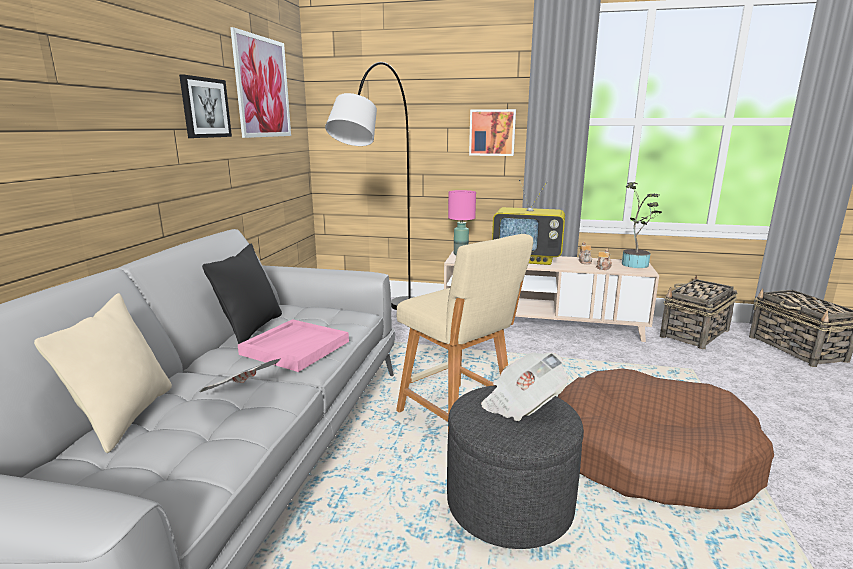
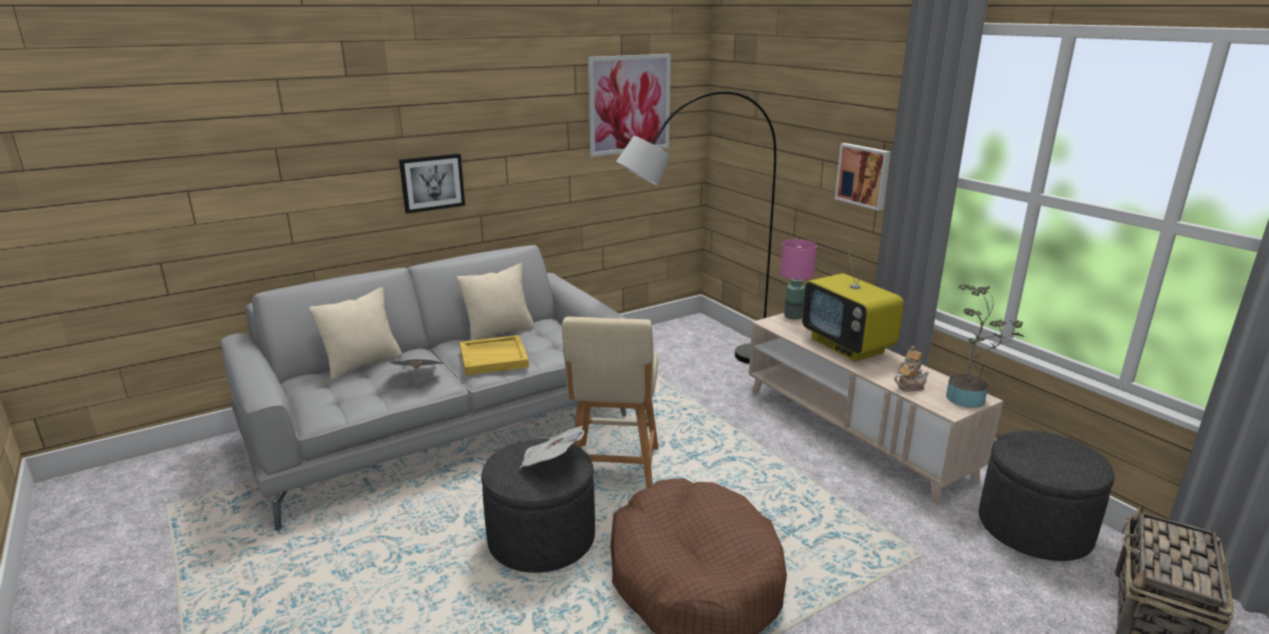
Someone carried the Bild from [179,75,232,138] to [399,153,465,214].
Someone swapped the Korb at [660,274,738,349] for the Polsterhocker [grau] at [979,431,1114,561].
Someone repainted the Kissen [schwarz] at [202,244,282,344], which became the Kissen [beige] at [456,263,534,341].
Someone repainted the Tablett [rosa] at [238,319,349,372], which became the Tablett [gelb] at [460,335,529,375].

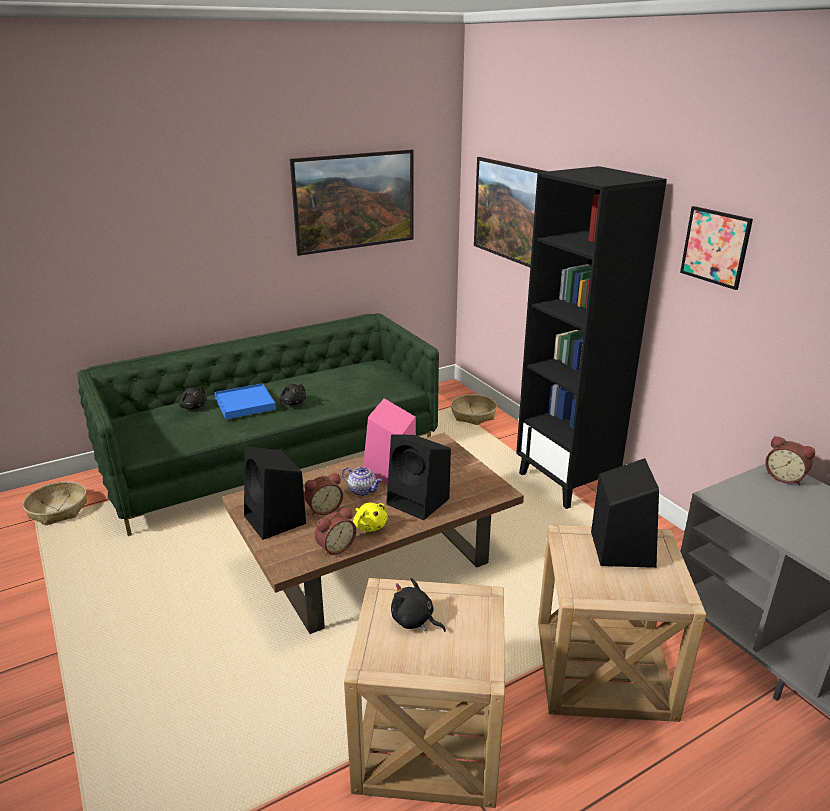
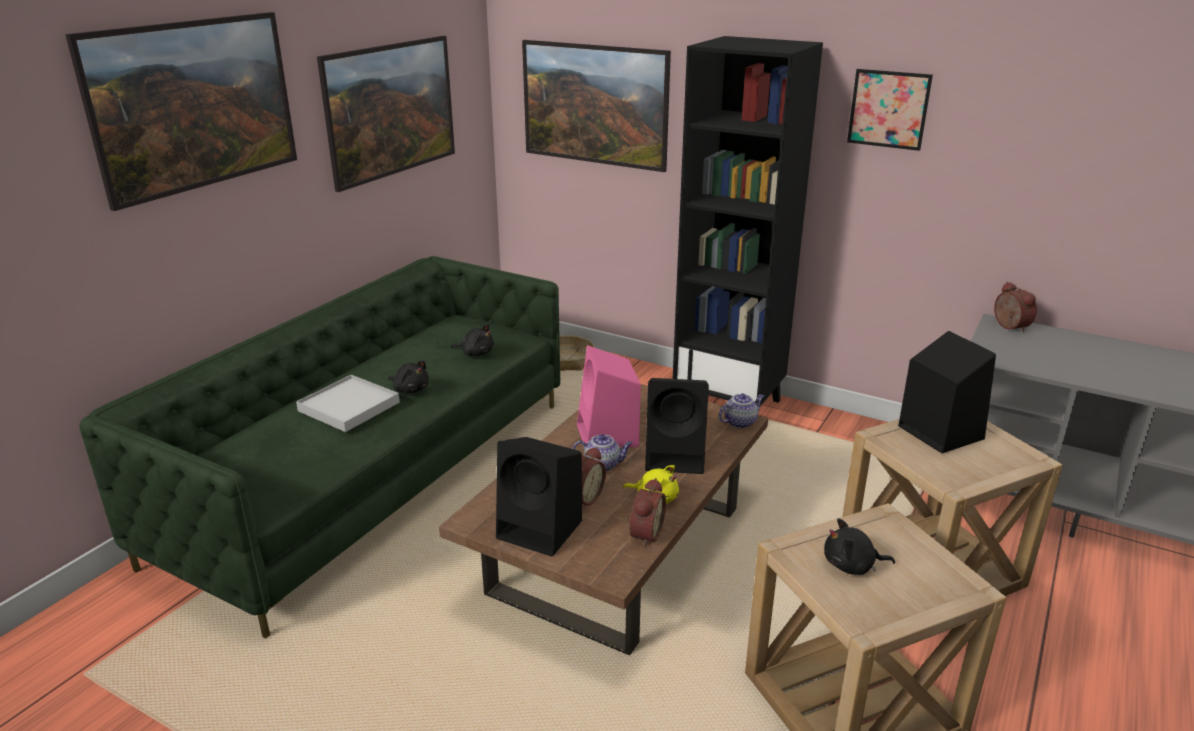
Someone took away the Korb at [23,481,87,525].
Someone put up the Bild at [65,12,297,211].
Someone put down the Teekanne at [718,394,764,428].
Someone carried the Plüschtier [schwarz] from [179,387,207,410] to [451,325,494,356].
Someone repainted the Tablett [blau] at [215,383,276,419], which became the Tablett [weiß] at [296,375,400,432].
Someone rotated the Wecker at [765,436,815,486] by 120 degrees counterclockwise.

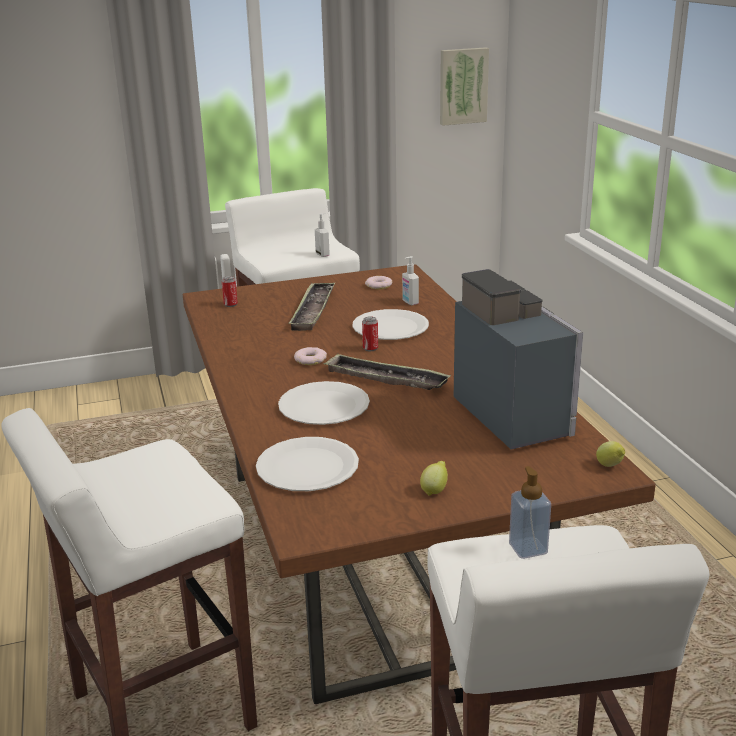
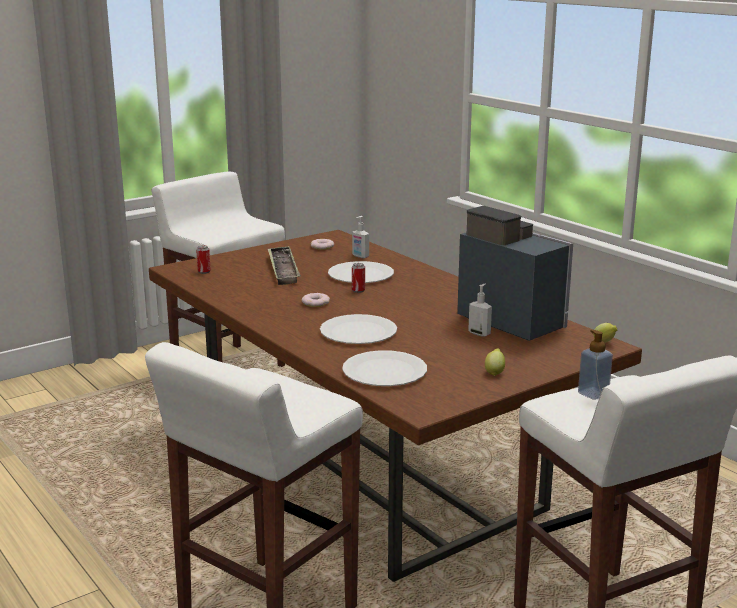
Someone took away the Tablett at [324,354,451,390].
Someone took away the Bild at [440,47,489,126].
Someone carried the Seifenspender from [315,213,330,257] to [468,284,492,337].

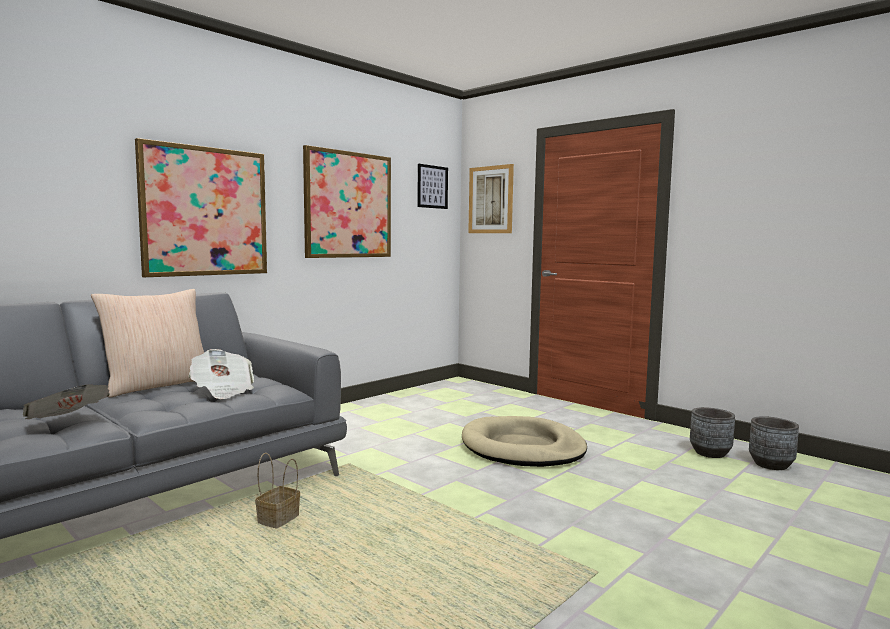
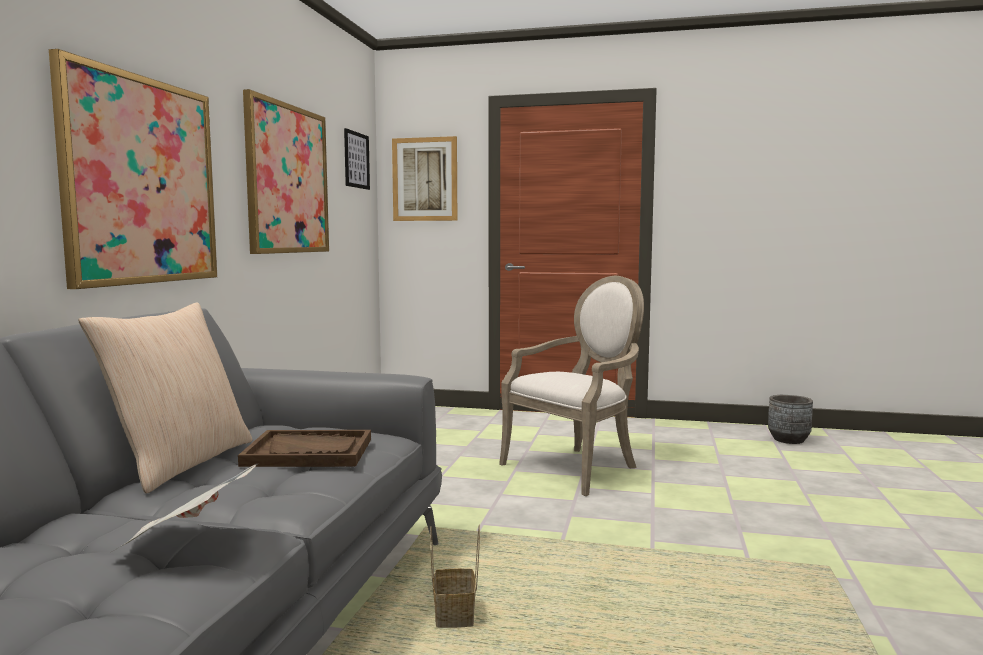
Someone took away the Pflanzkübel [grau] at [690,407,735,458].
Someone swapped the Zeitung at [188,349,254,399] for the Tablett [braun] at [238,430,371,467].
Someone swapped the Hundebett [beige] at [462,416,587,467] for the Sessel at [499,276,644,496].

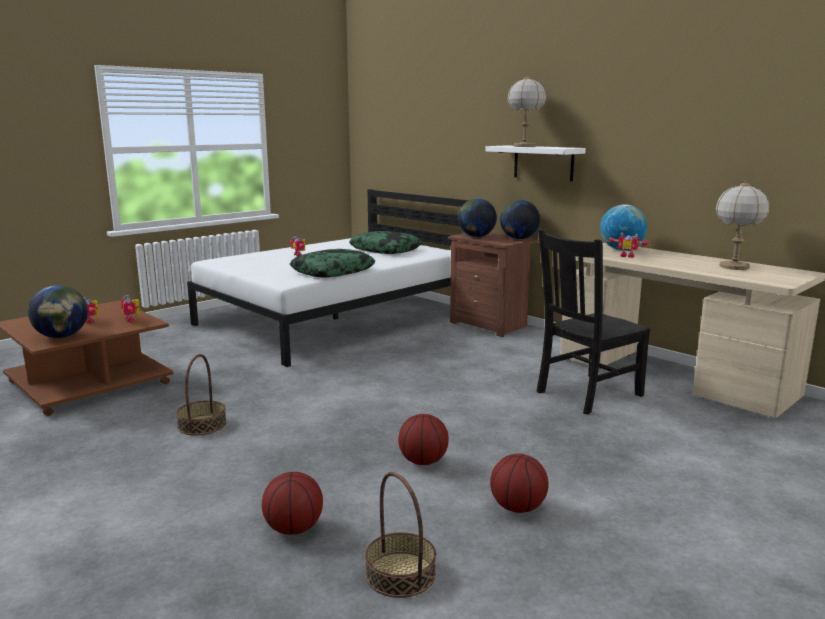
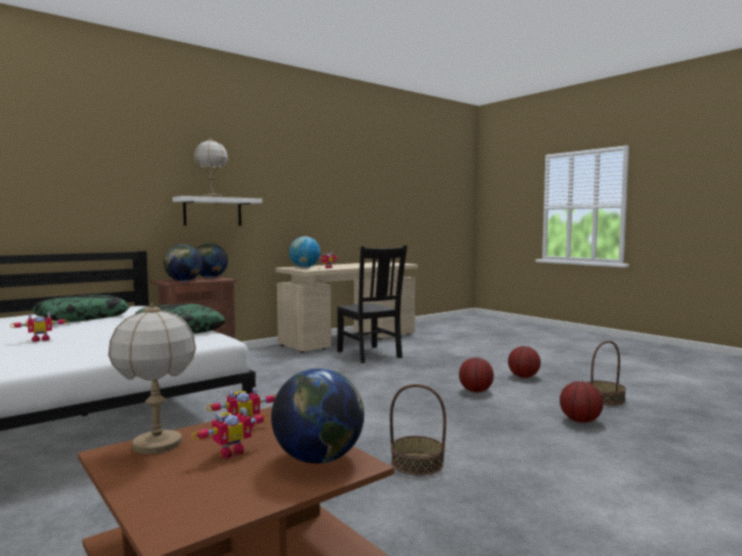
Someone carried the Tischlampe from [716,181,770,270] to [108,303,196,454].

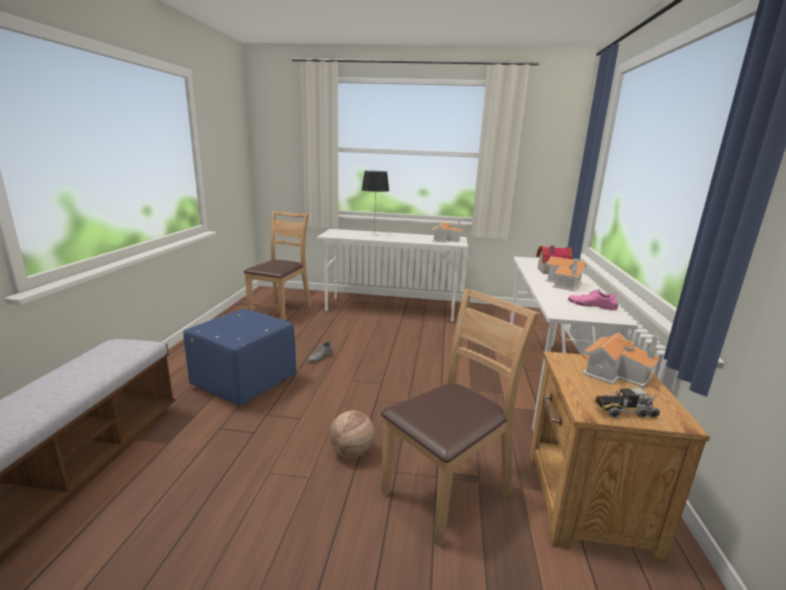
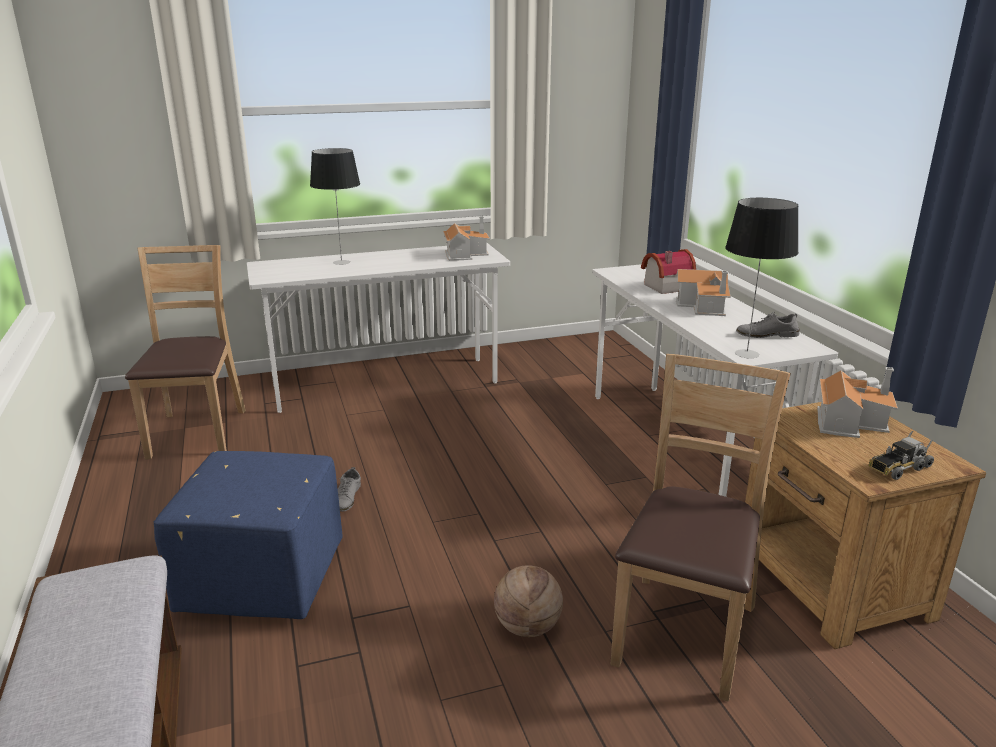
Someone put down the Tischlampe at [725,198,799,359].
Someone repainted the Schuh [rosa] at [568,289,618,310], which became the Schuh [grau] at [736,312,799,338].

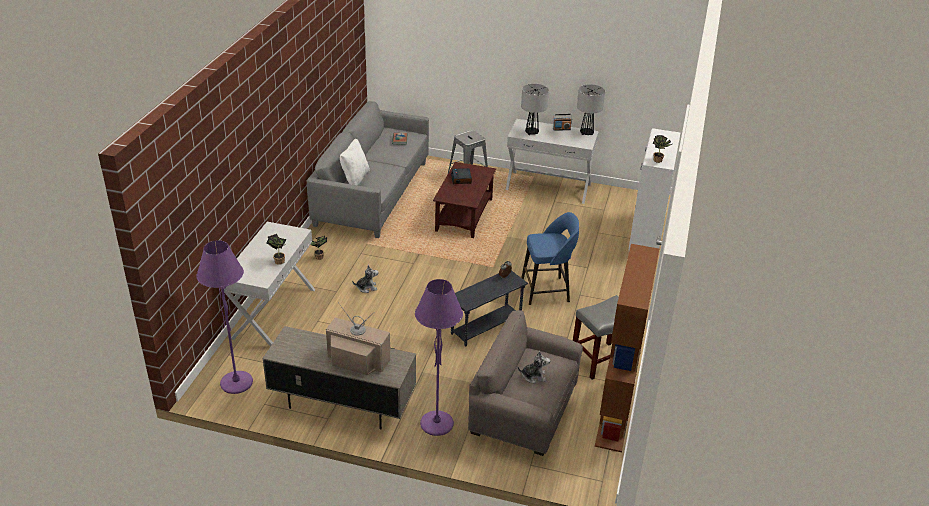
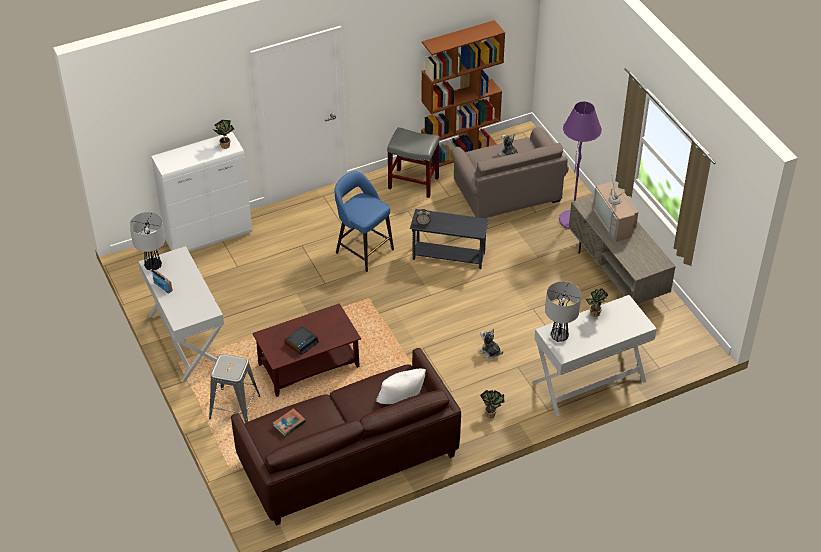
Someone took away the Stehlampe [lila] at [196,240,253,394].
Someone carried the Tischlampe from [521,84,549,135] to [545,281,581,342].
Someone repainted the Sofa [grau] at [306,101,429,238], which became the Sofa [braun] at [231,348,461,526].

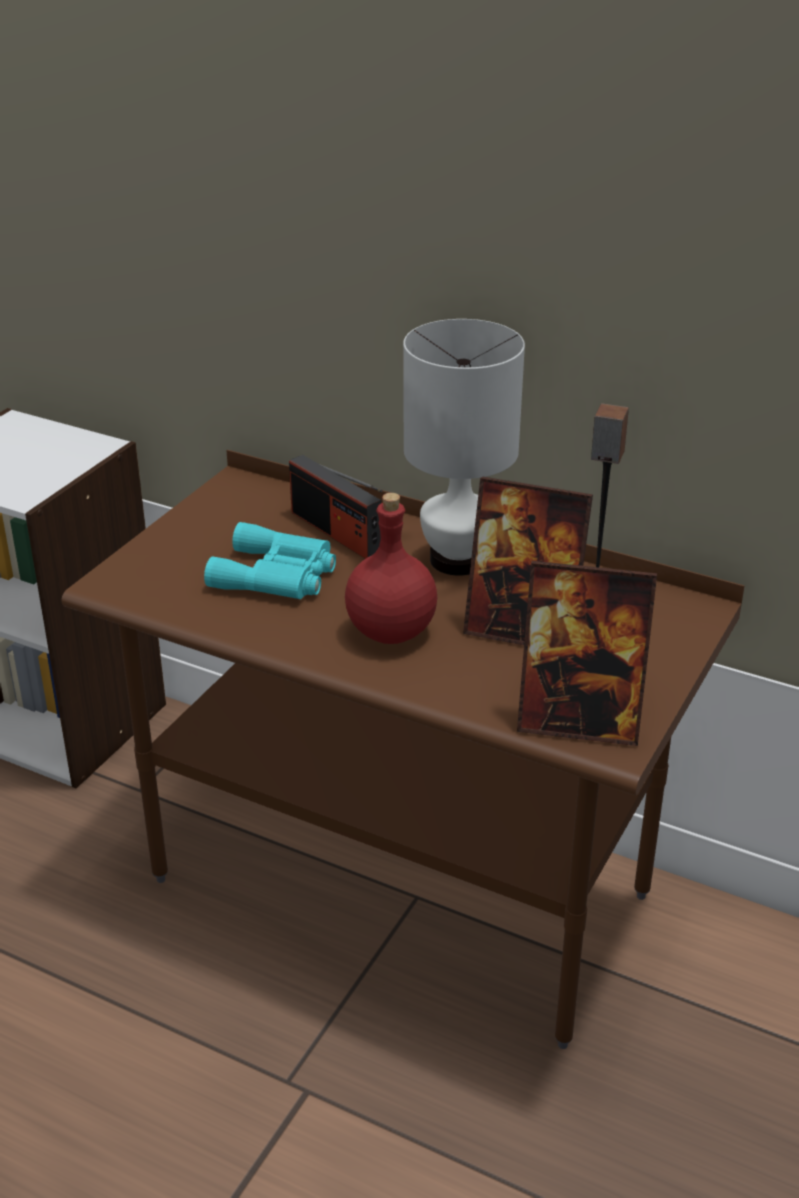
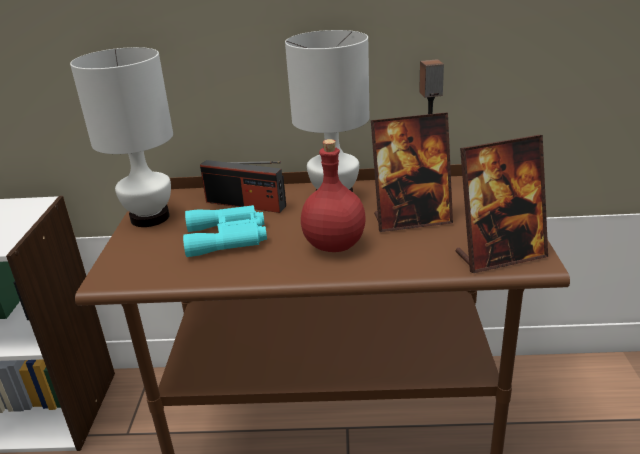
Someone put down the Tischlampe [weiß] at [70,47,173,227].

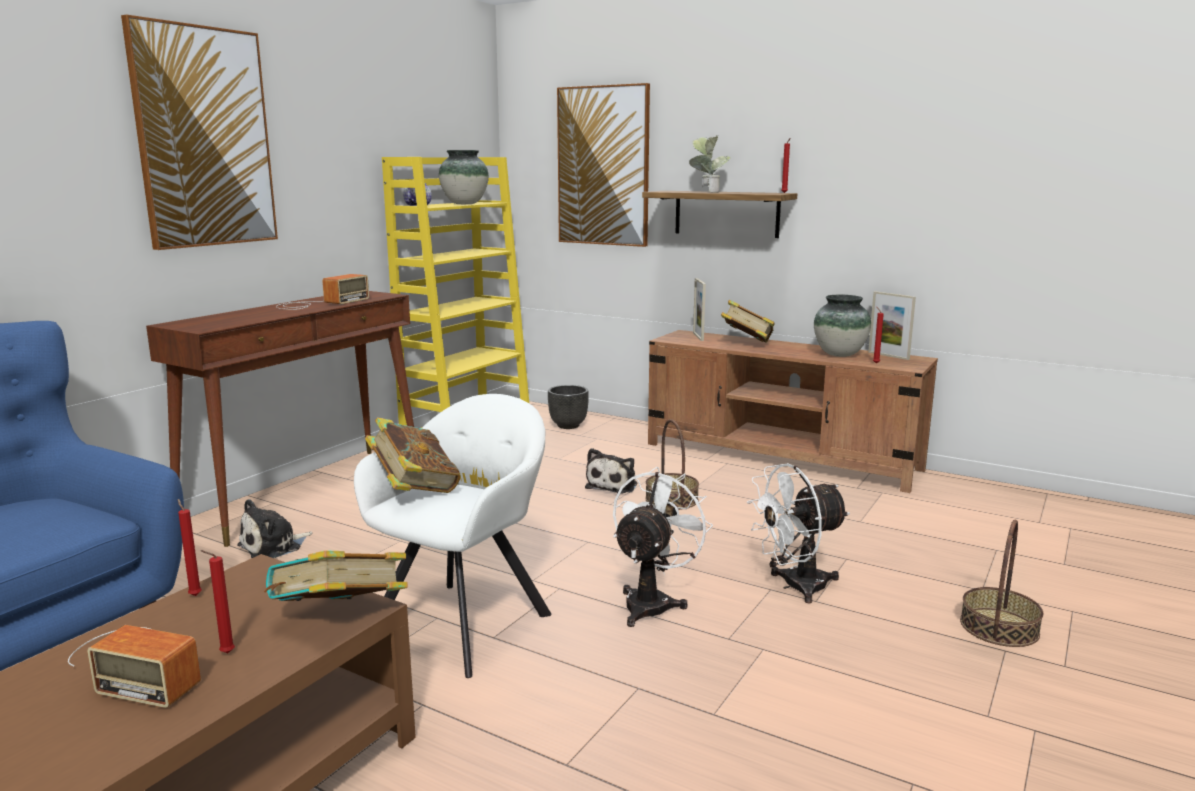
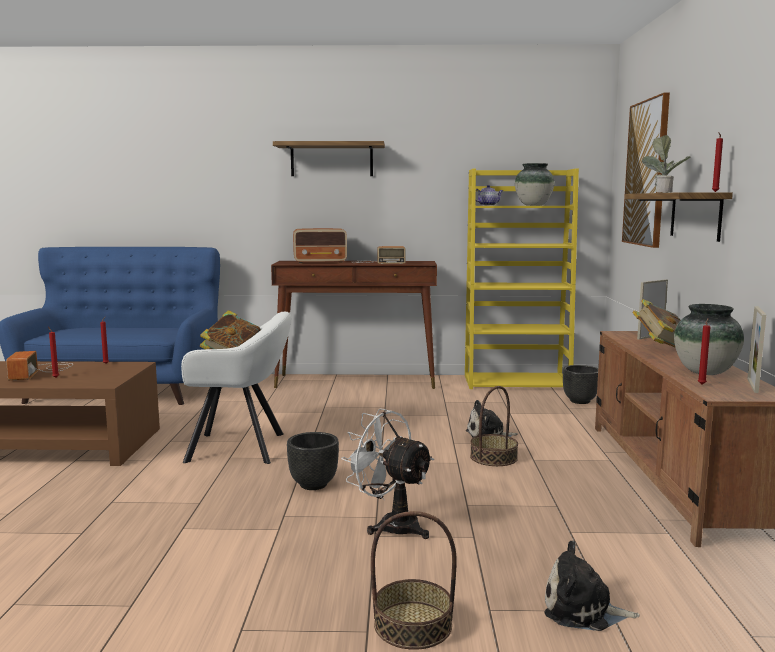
Someone took away the Buch at [264,550,408,601].
Someone put down the Radio at [293,228,347,263].
Someone carried the Plüschtier from [237,499,313,558] to [544,541,640,631].
Someone swapped the Bild at [121,14,278,250] for the Wandregal at [273,141,385,176].
Someone swapped the Ventilator [weiß] at [613,467,713,627] for the Pflanzkübel [schwarz] at [287,432,339,490].

